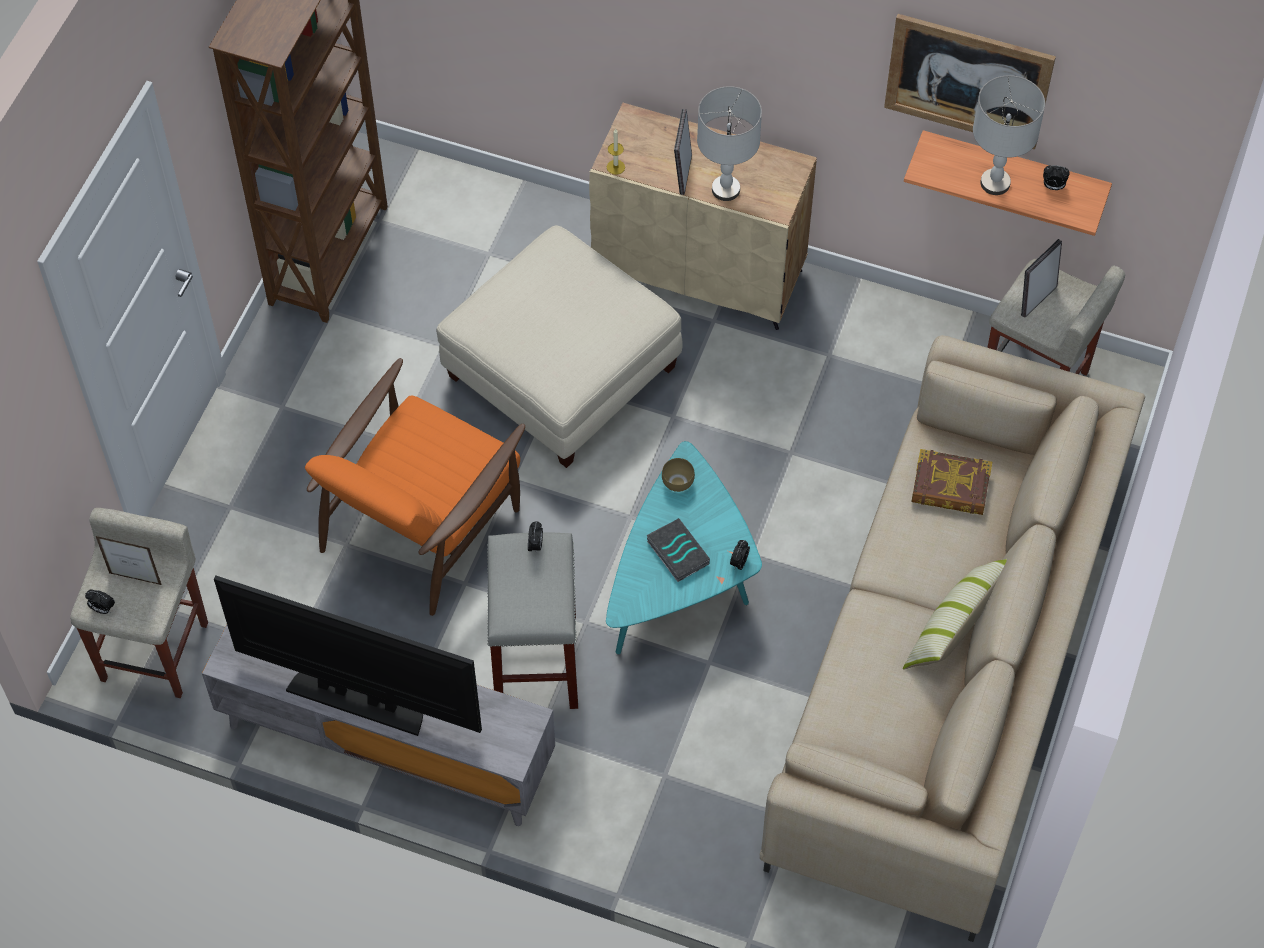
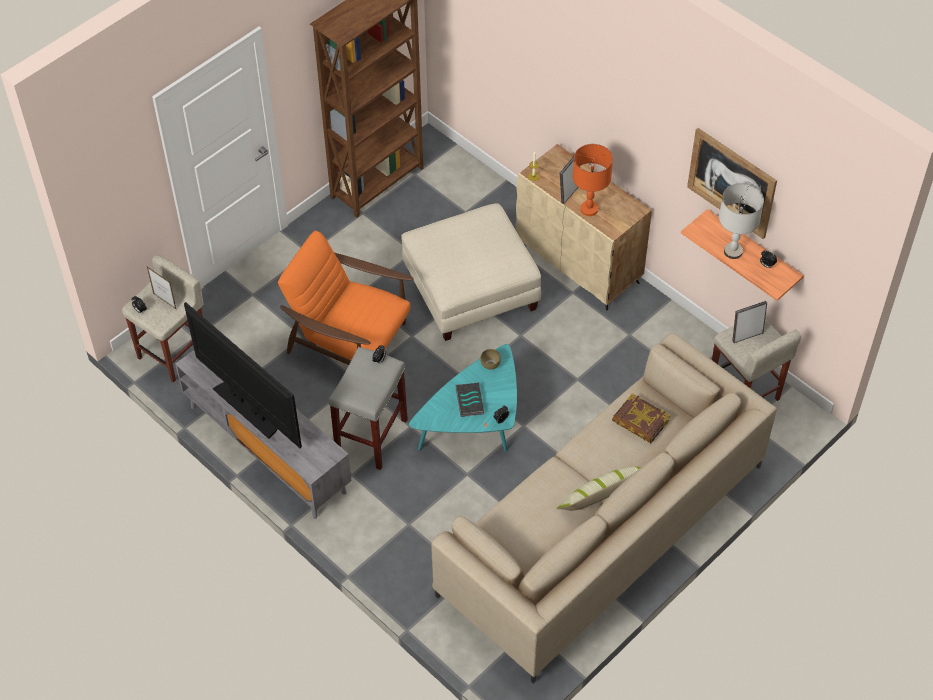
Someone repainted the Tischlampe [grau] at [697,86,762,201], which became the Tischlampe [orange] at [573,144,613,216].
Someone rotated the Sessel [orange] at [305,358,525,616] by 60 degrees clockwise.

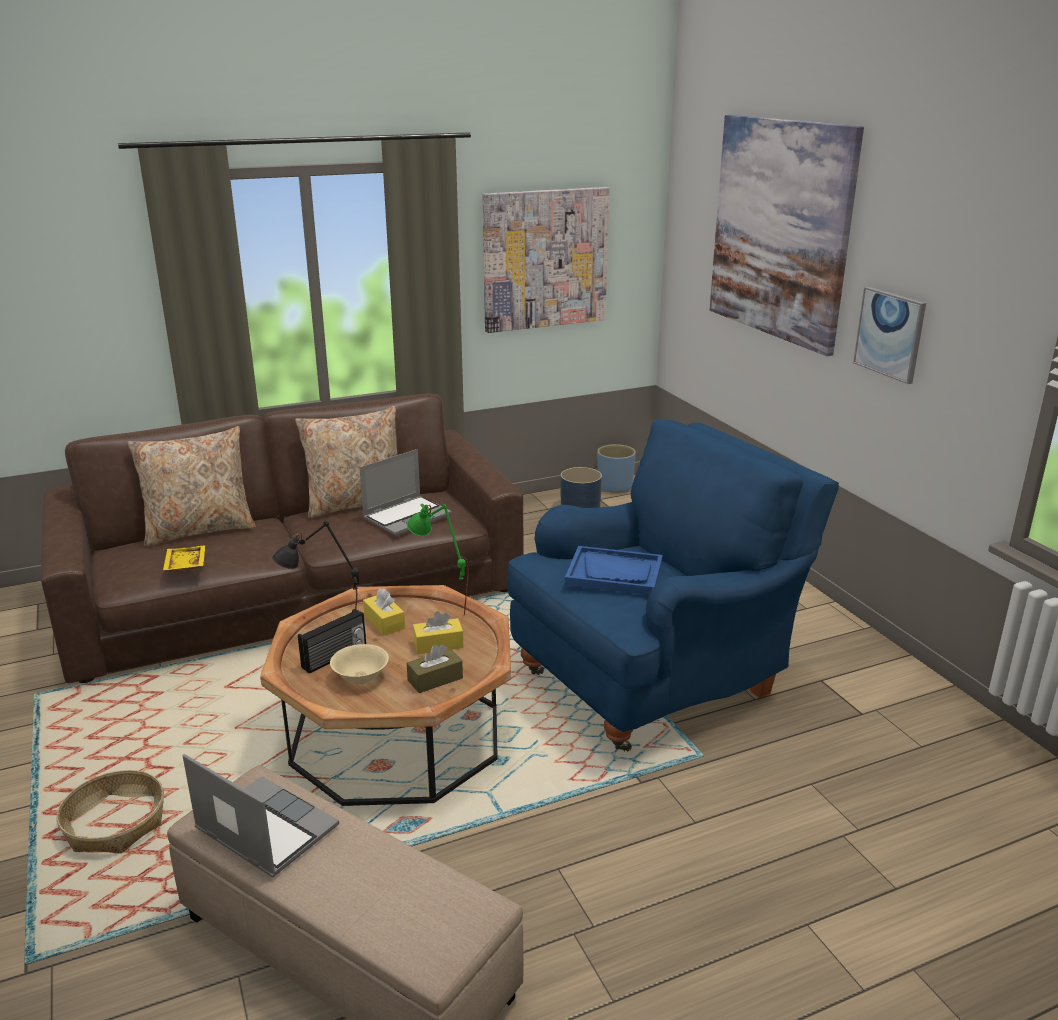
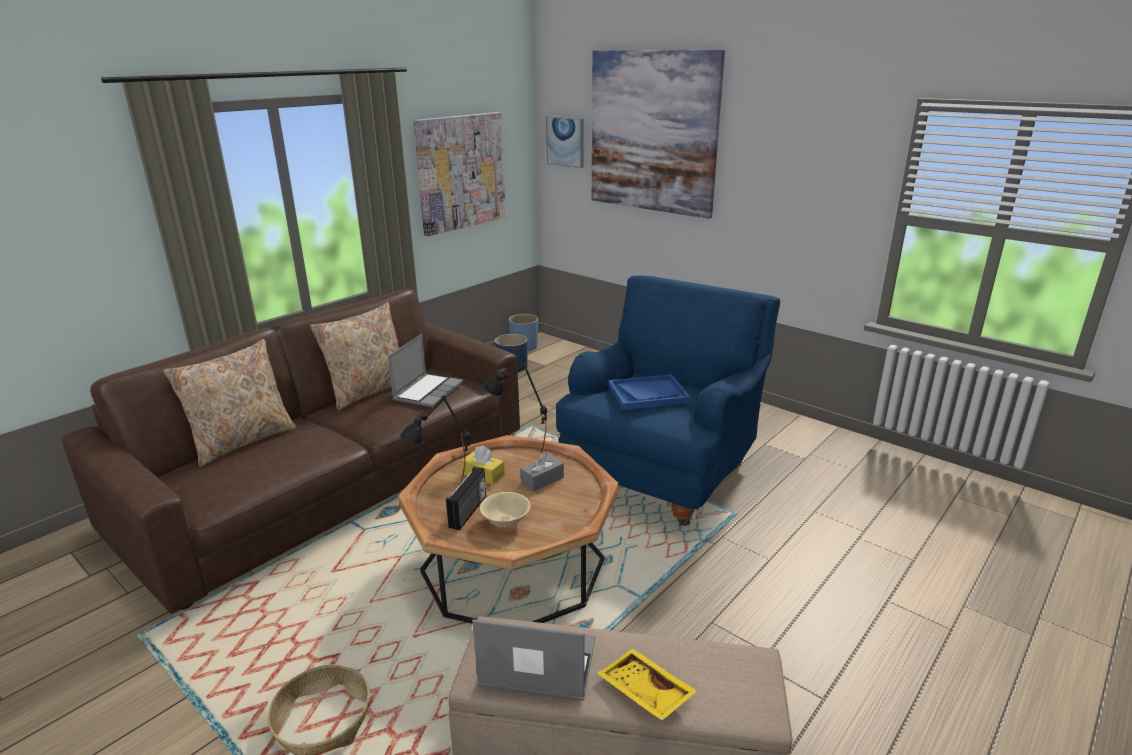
Someone took away the Taschentuchbox [braun] at [407,644,463,693].
Someone carried the Tablett [gelb] from [163,546,205,572] to [598,649,697,721].
Someone carried the Bild from [853,287,926,384] to [546,116,584,168].
Someone repainted the Tischlampe [grün] at [407,503,469,616], which became the Tischlampe [schwarz] at [484,364,547,454].
Someone repainted the Taschentuchbox [gelb] at [413,611,464,654], which became the Taschentuchbox [grau] at [521,452,564,492].

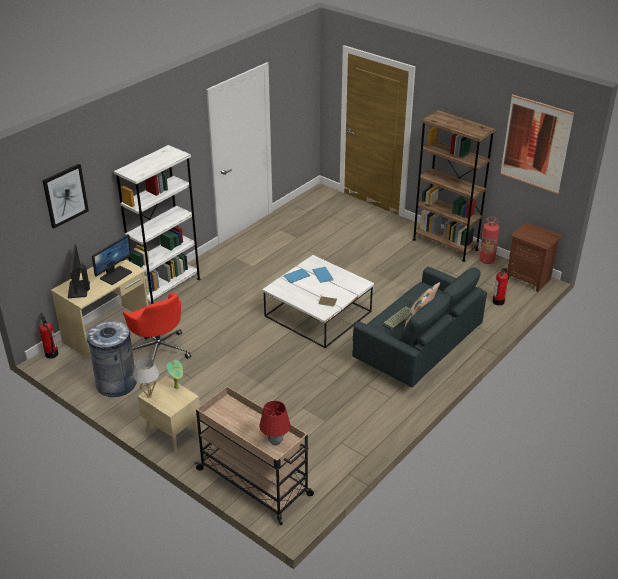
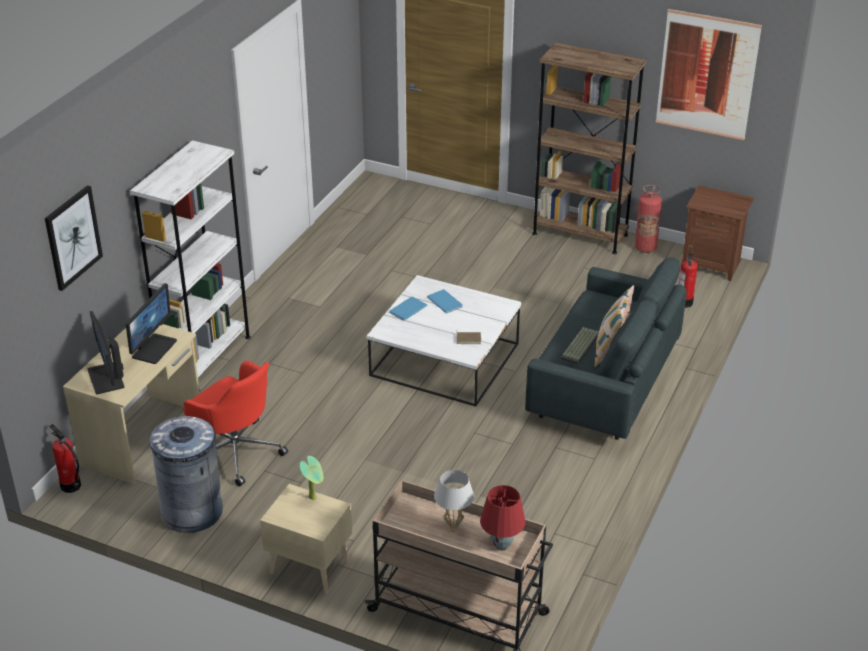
Someone carried the Tischlampe [weiß] from [134,358,159,398] to [434,470,474,532].

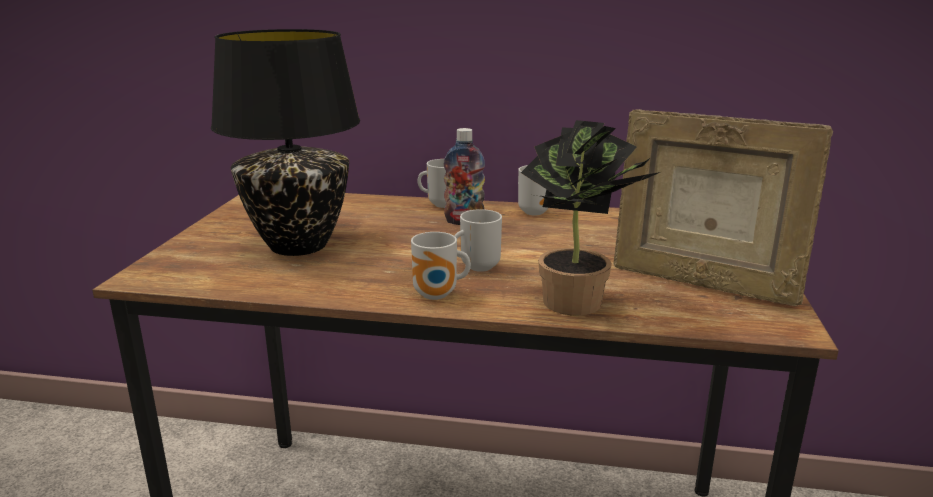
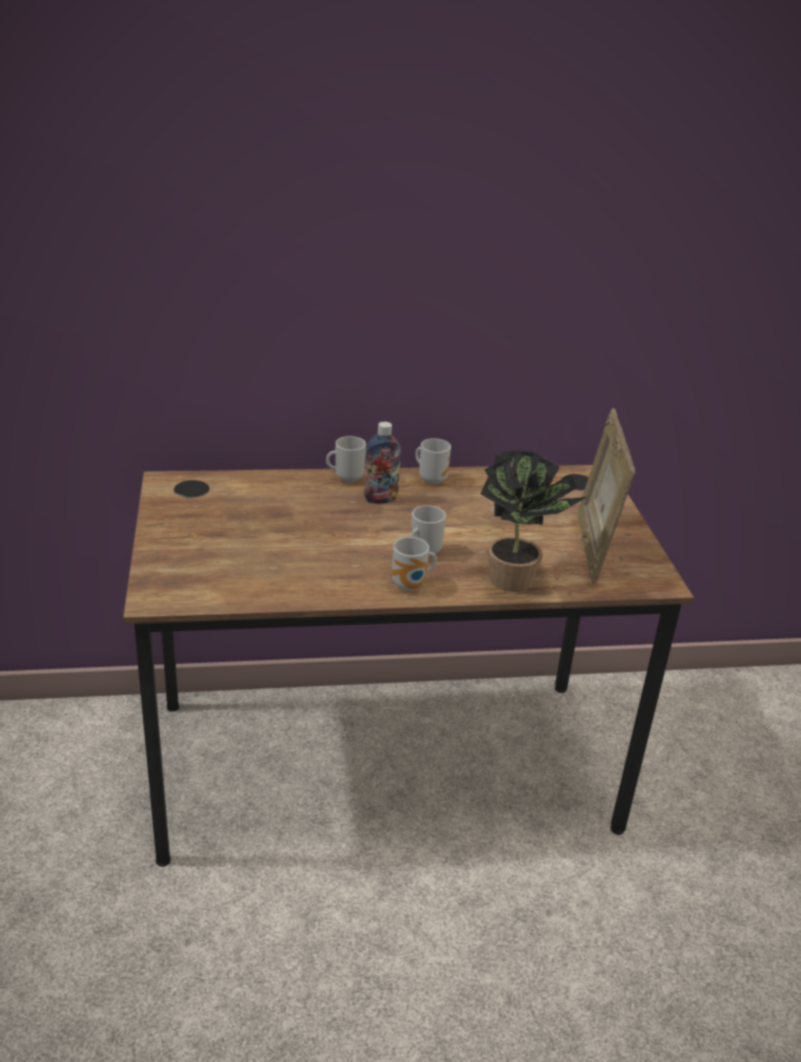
Someone took away the Tischlampe [schwarz] at [211,29,360,256].
Someone rotated the Bilderrahmen at [614,109,833,306] by 75 degrees clockwise.

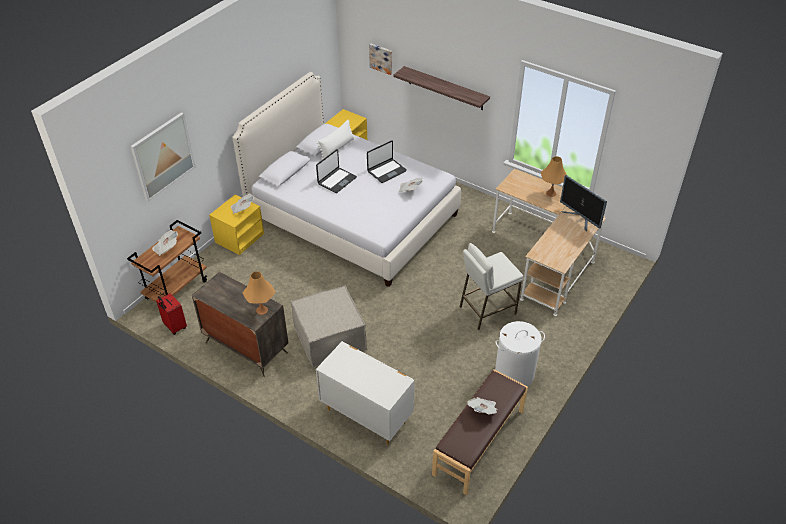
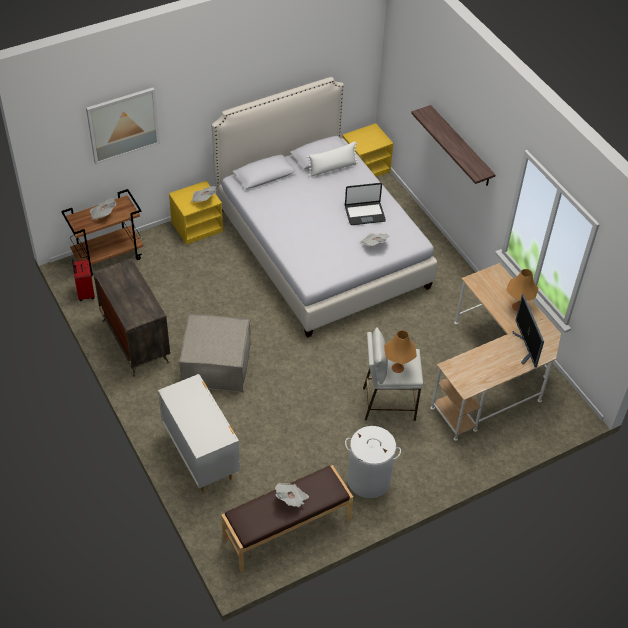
Someone took away the Laptop at [316,149,357,193].
Someone took away the Bild at [369,44,392,75].
Someone carried the Tischlampe [orange] from [243,271,276,315] to [384,330,417,373].

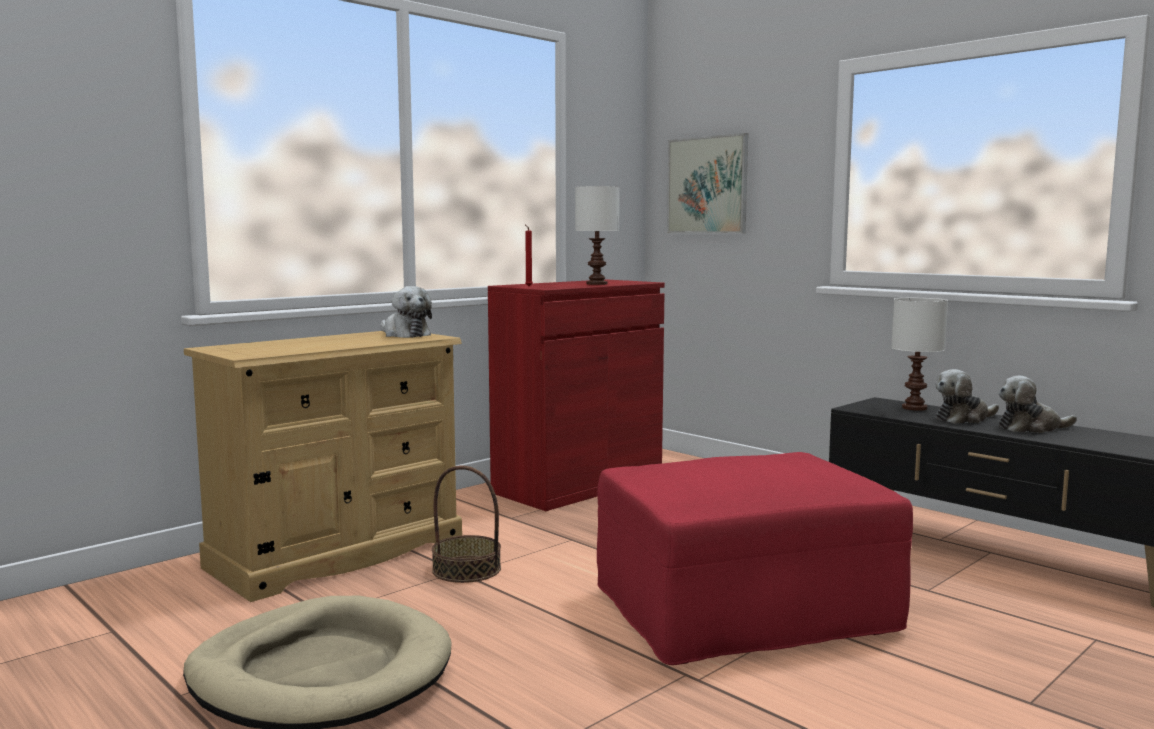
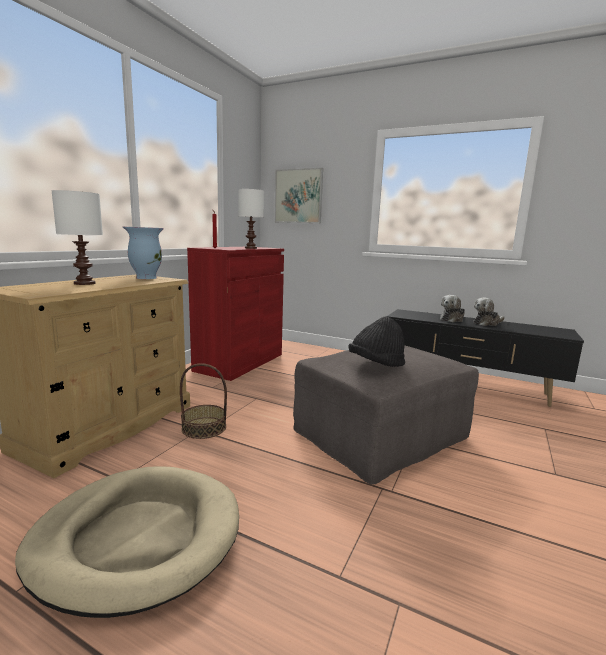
Someone put down the Hut [schwarz] at [349,316,405,367].
Someone carried the Tischlampe [weiß] from [891,298,948,411] to [52,190,103,285].
Someone swapped the Plüschtier at [381,286,432,338] for the Vase at [123,227,164,279].
Someone repainted the Polsterhocker [rot] at [597,452,913,665], which became the Polsterhocker [grau] at [293,345,479,485].

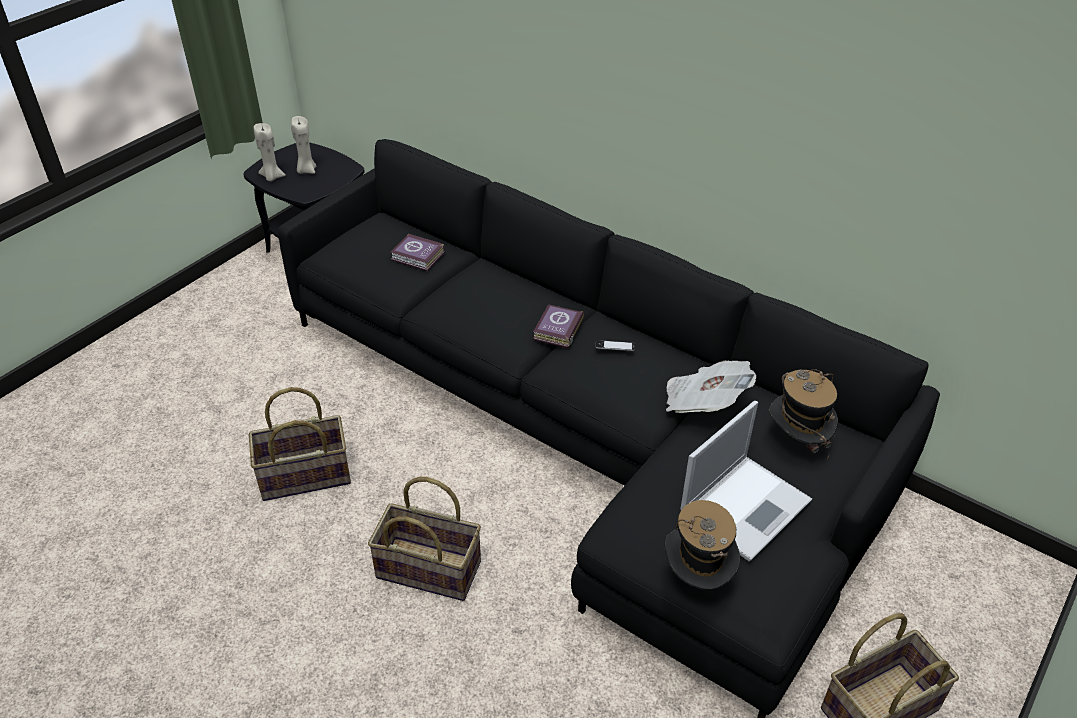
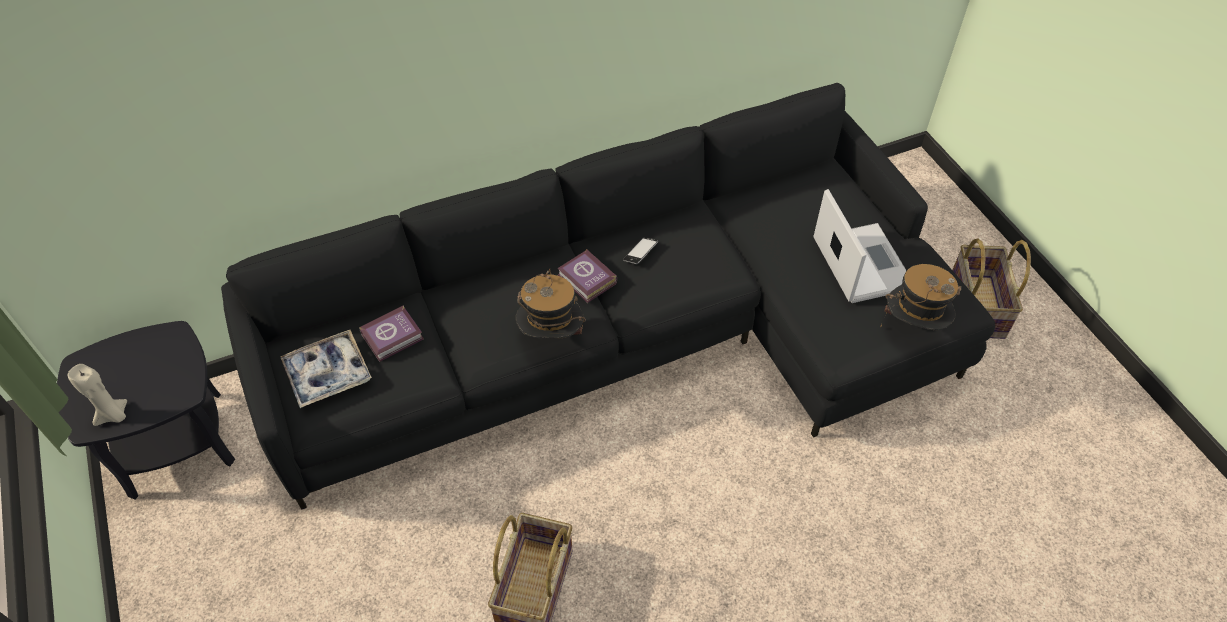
Someone took away the Kerze [beige] at [291,116,316,174].
Someone took away the Korb at [368,477,481,601].
Someone took away the Zeitung at [666,360,756,413].
Someone put down the Tablett at [280,330,372,408].
Someone carried the Hut from [768,369,838,459] to [516,269,586,339].

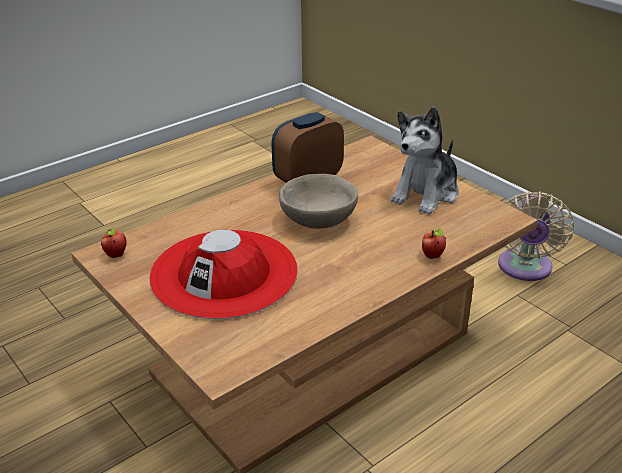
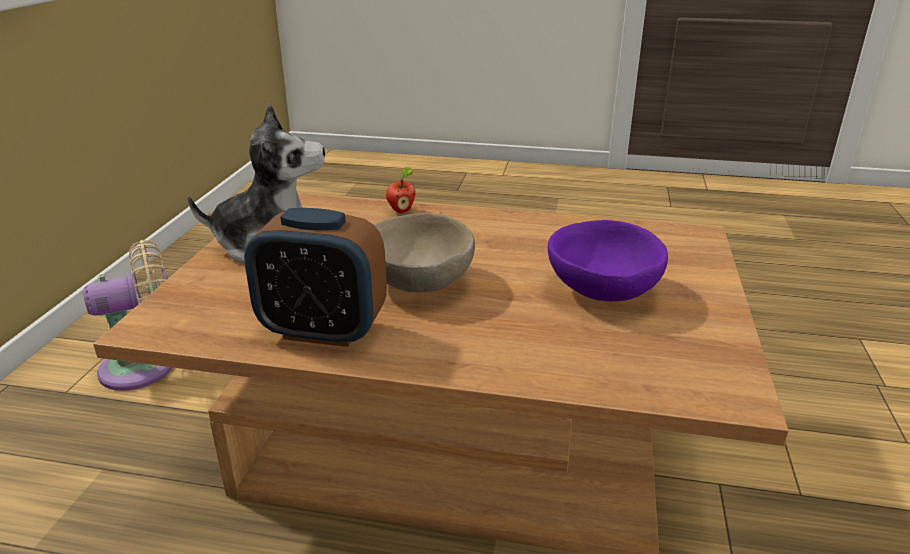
Someone took away the Apfel at [101,227,127,258].
Someone swapped the Hut [rot] at [149,229,298,319] for the Schüssel [lila] at [548,220,668,301].

